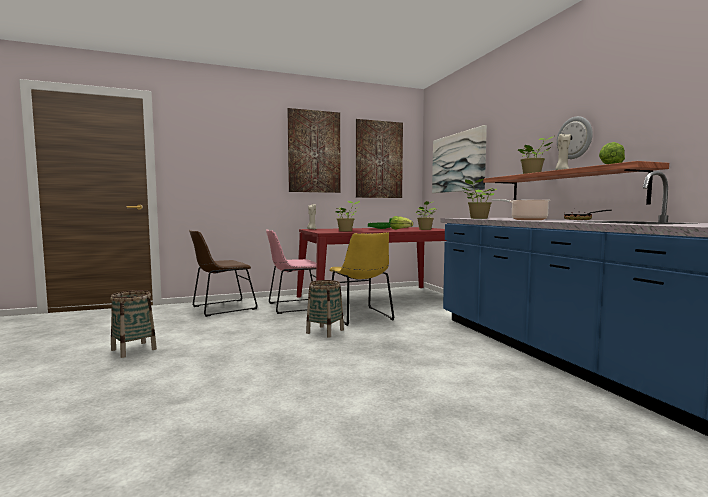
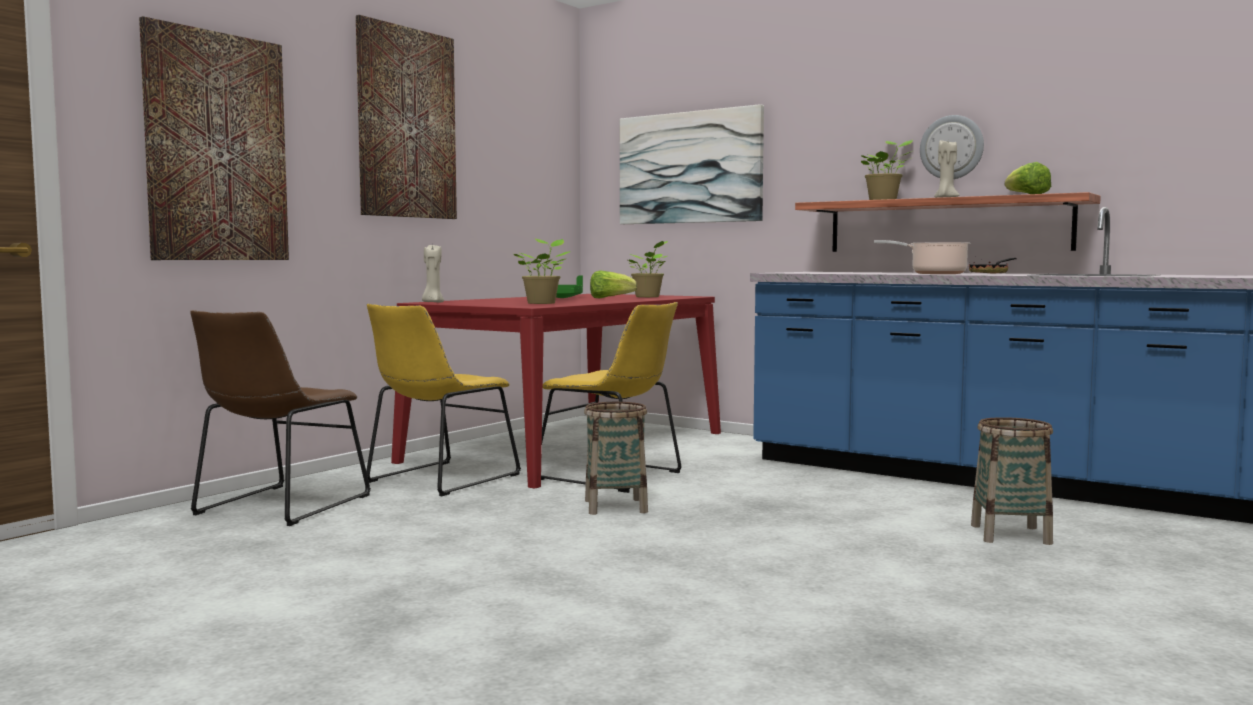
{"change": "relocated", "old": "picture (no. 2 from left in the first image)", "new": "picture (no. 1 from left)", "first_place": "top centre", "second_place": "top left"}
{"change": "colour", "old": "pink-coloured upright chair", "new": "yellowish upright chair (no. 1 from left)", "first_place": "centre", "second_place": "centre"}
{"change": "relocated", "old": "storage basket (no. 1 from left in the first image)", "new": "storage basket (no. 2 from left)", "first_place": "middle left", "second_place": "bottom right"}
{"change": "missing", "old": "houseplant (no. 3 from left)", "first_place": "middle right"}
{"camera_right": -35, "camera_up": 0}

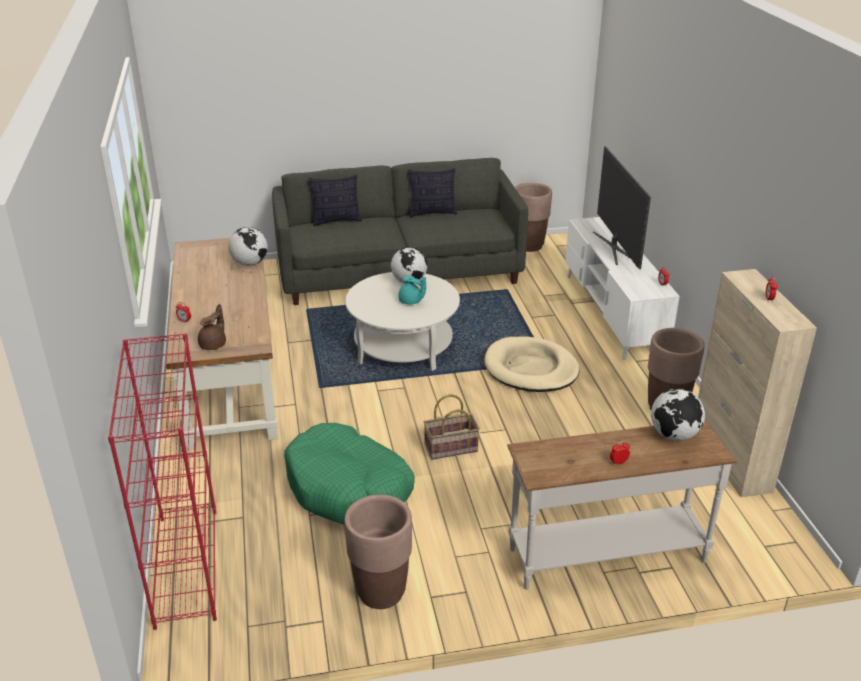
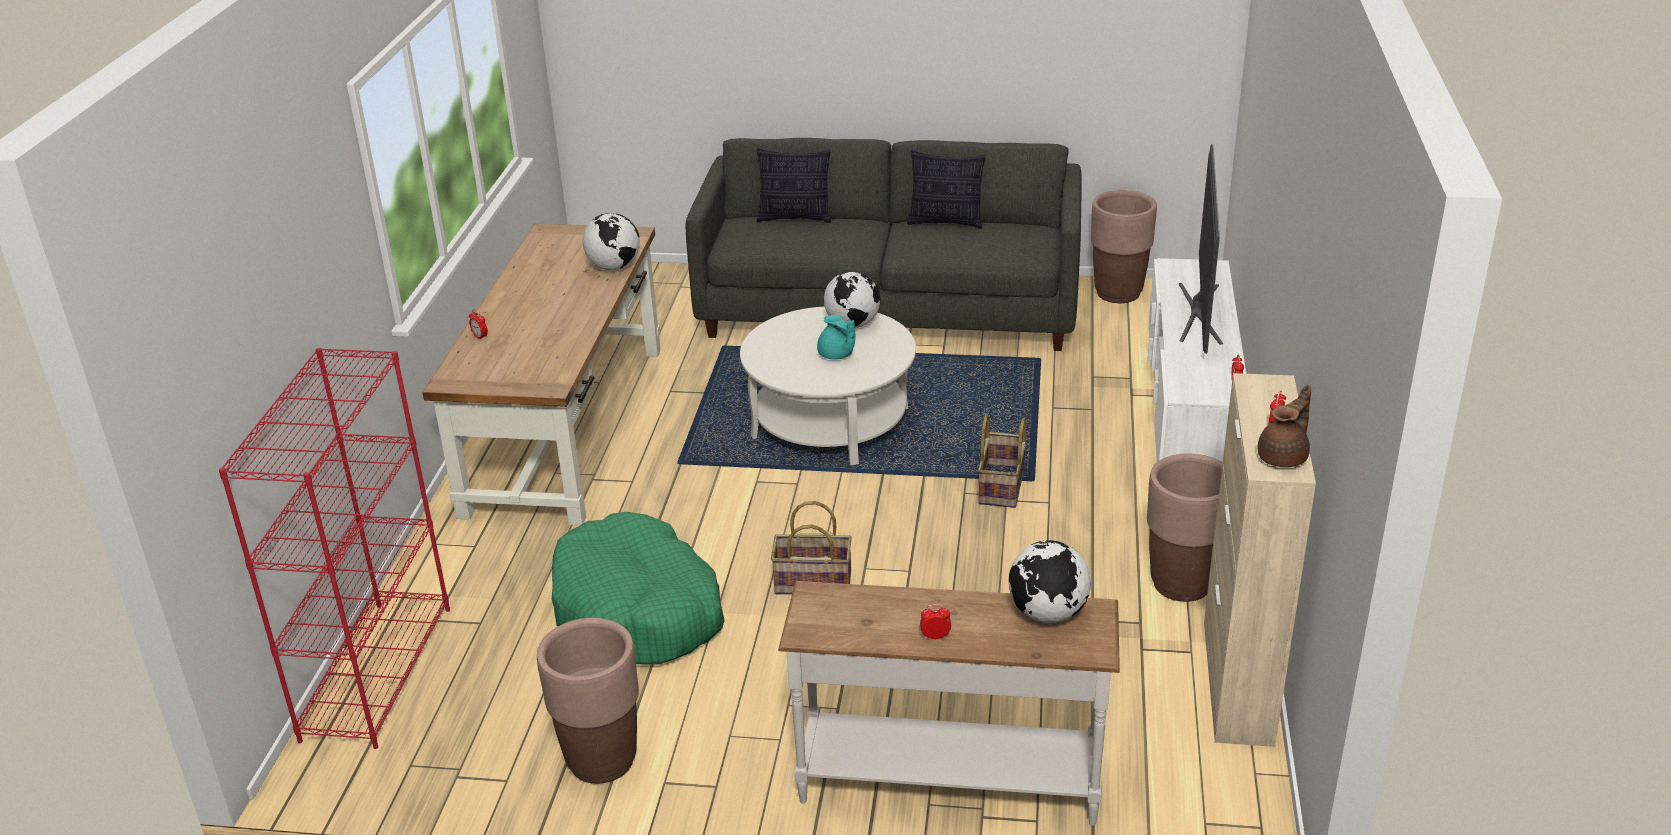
{"change": "exchanged", "old": "beige-coloured dog cushion", "new": "storage basket (no. 2 from left)", "first_place": "centre", "second_place": "centre"}
{"change": "relocated", "old": "brown-coloured pot for tea", "first_place": "middle left", "second_place": "middle right"}
{"camera_right": 20, "camera_up": 0}

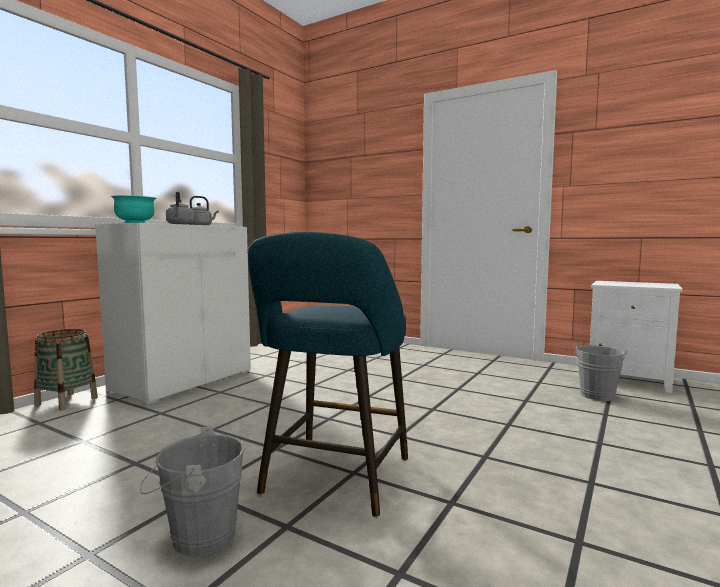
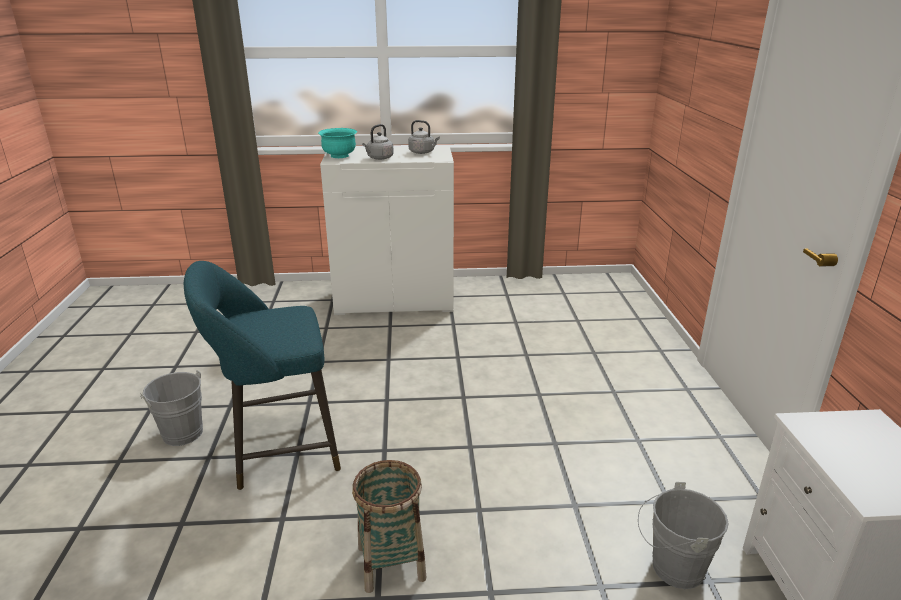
{"change": "relocated", "old": "storage basket", "first_place": "middle left", "second_place": "bottom centre"}
{"camera_right": 55, "camera_up": 20}

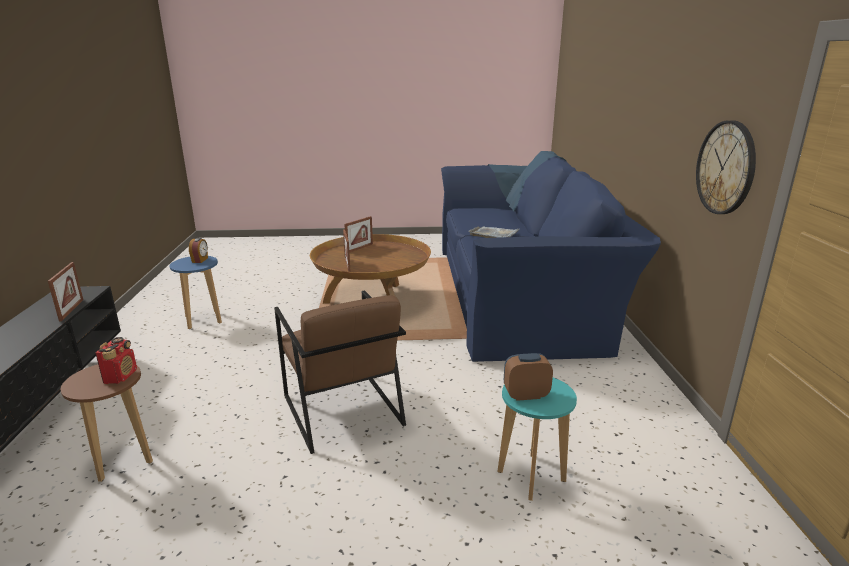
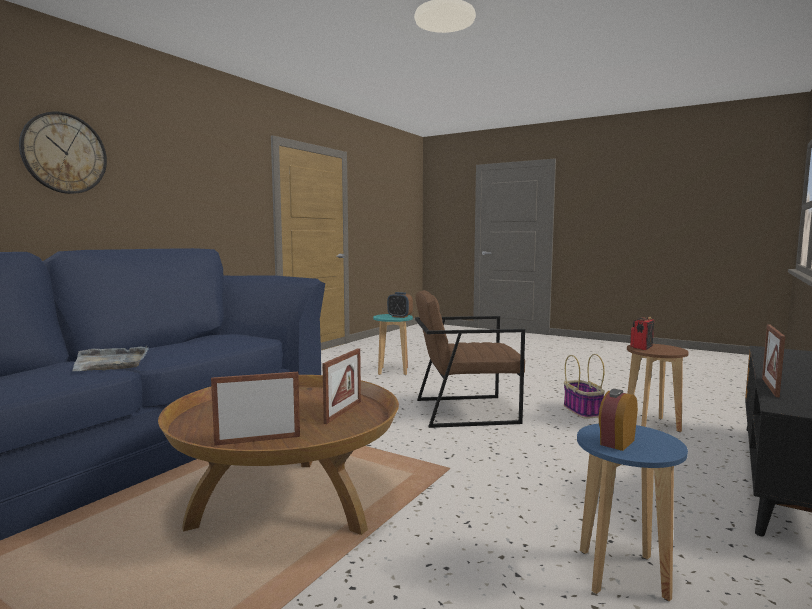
{"change": "relocated", "old": "hanging clock", "first_place": "top right", "second_place": "top left"}
{"change": "spun", "old": "brown-coloured easy chair", "first_place": "centre", "second_place": "centre", "degrees": -105}
{"change": "appeared", "new": "storage basket", "second_place": "middle right"}
{"camera_right": -145, "camera_up": -15}

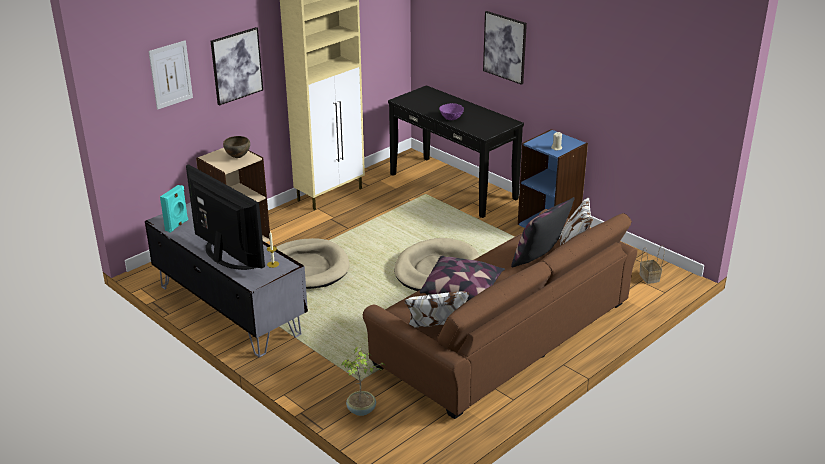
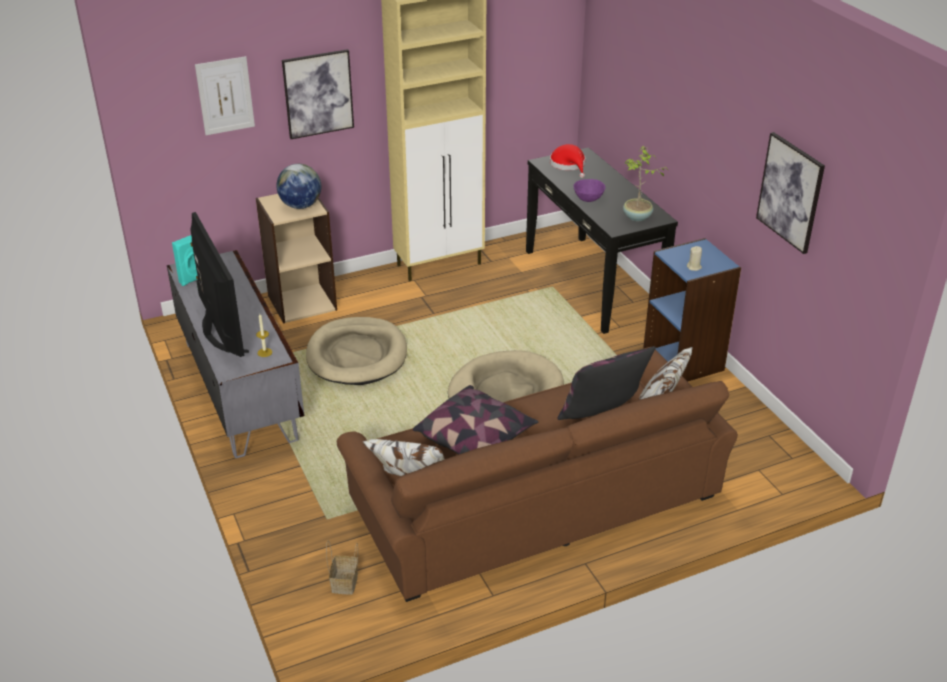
{"change": "exchanged", "old": "brown-coloured bowl", "new": "desk globe", "first_place": "top left", "second_place": "top left"}
{"change": "relocated", "old": "storage basket", "first_place": "middle right", "second_place": "bottom centre"}
{"change": "appeared", "new": "reddish clothing hat", "second_place": "top centre"}
{"change": "relocated", "old": "houseplant", "first_place": "bottom centre", "second_place": "top right"}
{"change": "relocated", "old": "picture (no. 3 from left)", "first_place": "top centre", "second_place": "top right"}
{"camera_right": 20, "camera_up": 5}

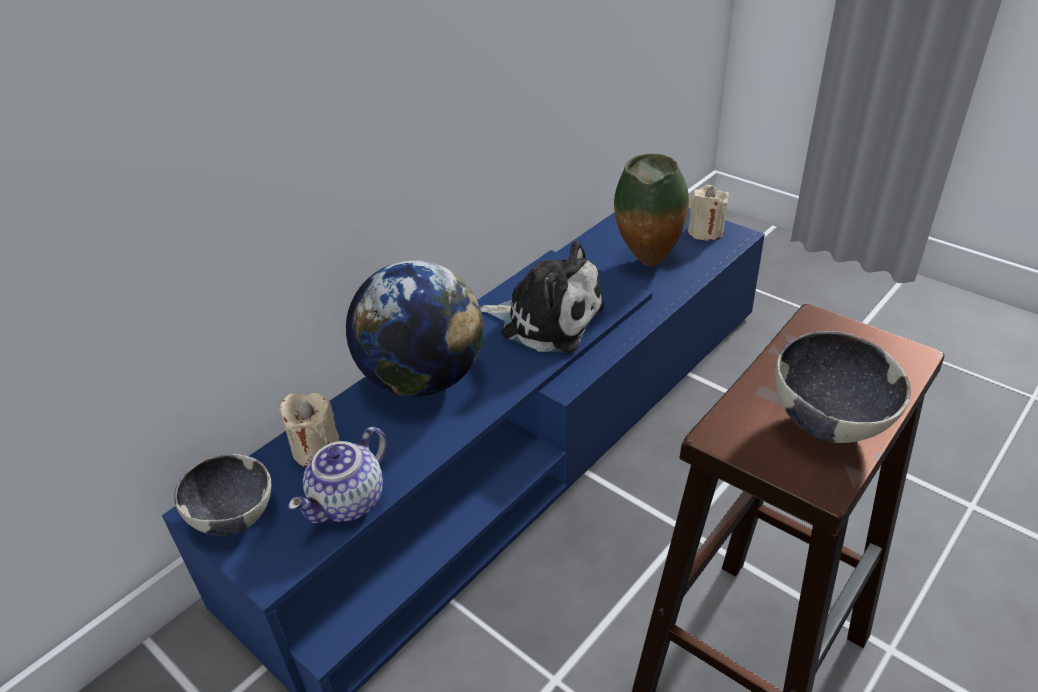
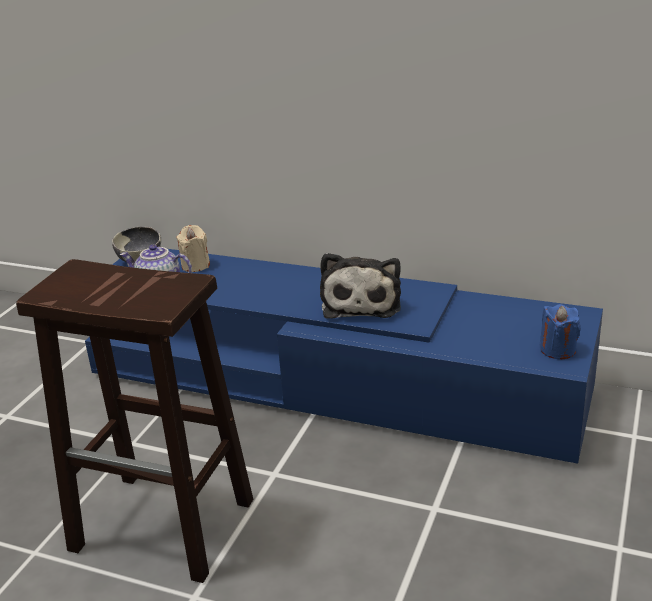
{"change": "colour", "old": "beige-coloured wax candle (no. 2 from left)", "new": "bluish wax candle", "first_place": "top right", "second_place": "middle right"}
{"change": "missing", "old": "desk globe", "first_place": "centre"}
{"change": "missing", "old": "decorative vase", "first_place": "top centre"}
{"change": "missing", "old": "bowl (no. 2 from left)", "first_place": "middle right"}
{"camera_right": 70, "camera_up": -10}

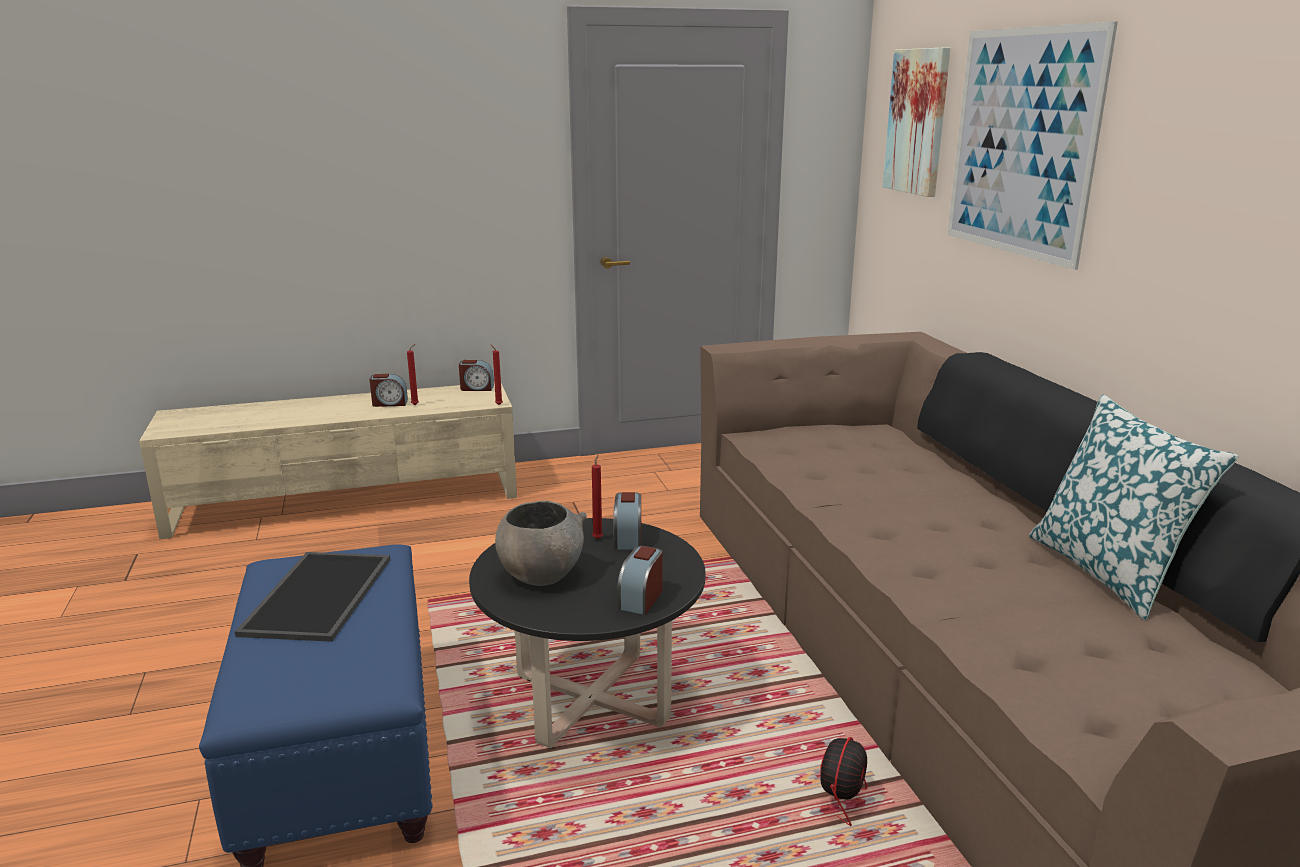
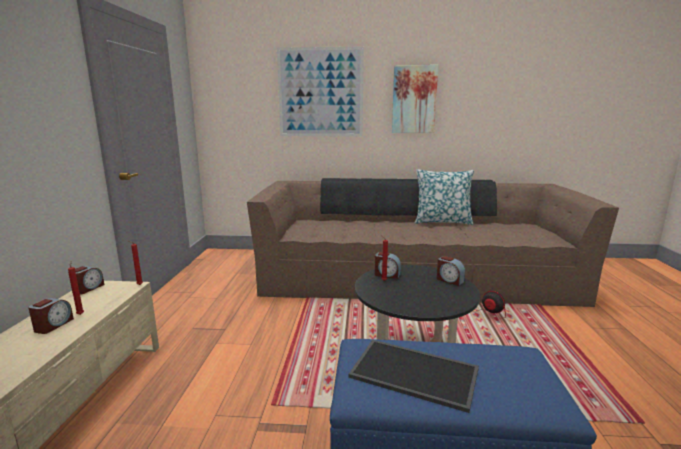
{"change": "relocated", "old": "picture (no. 1 from left in the first image)", "new": "picture (no. 2 from left)", "first_place": "top right", "second_place": "top centre"}
{"change": "missing", "old": "grey bowl", "first_place": "centre"}
{"camera_right": -70, "camera_up": -5}

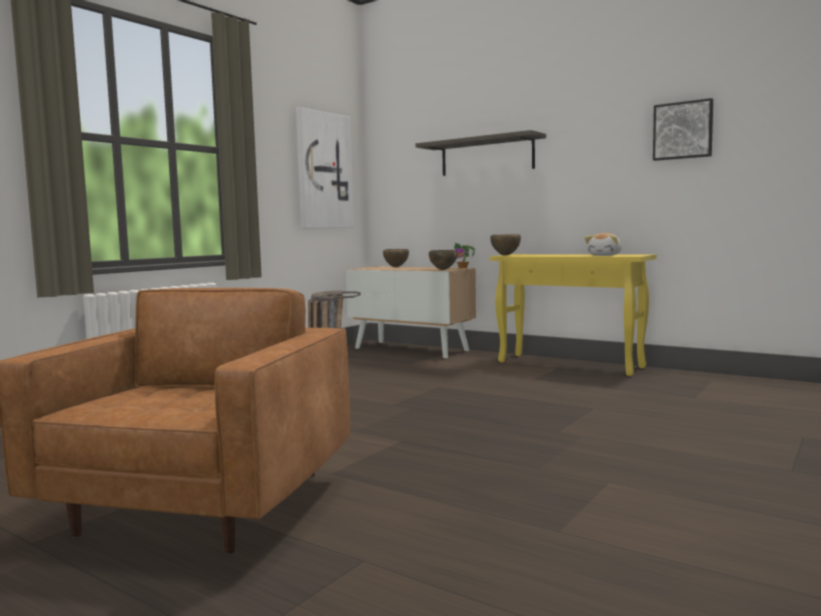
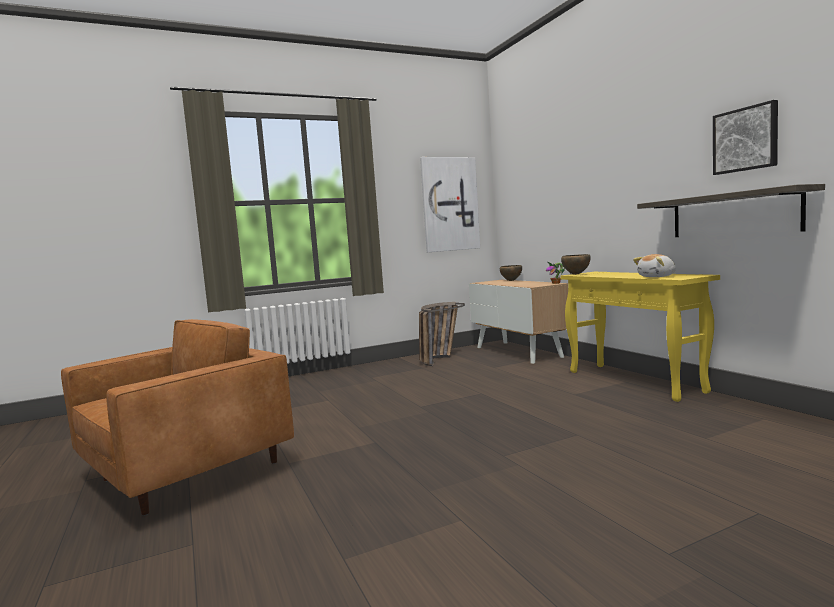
{"change": "relocated", "old": "bracket shelf", "first_place": "top centre", "second_place": "middle right"}
{"change": "missing", "old": "brown-coloured bowl (no. 2 from left)", "first_place": "centre"}
{"camera_right": 30, "camera_up": 0}

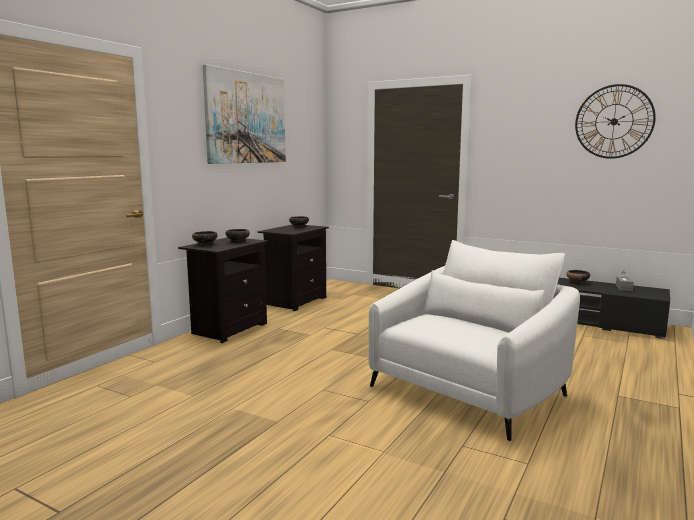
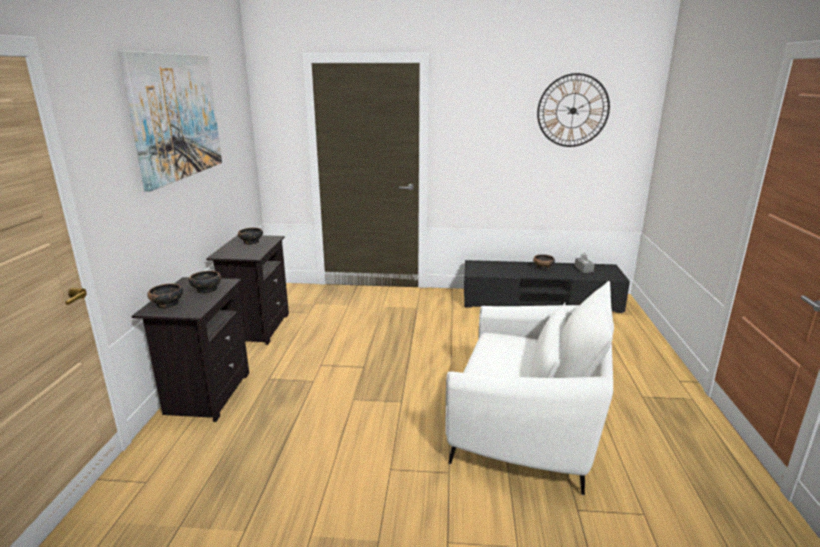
{"change": "spun", "old": "whitish easy chair", "first_place": "middle right", "second_place": "bottom centre", "degrees": 90}
{"camera_right": -25, "camera_up": 10}

